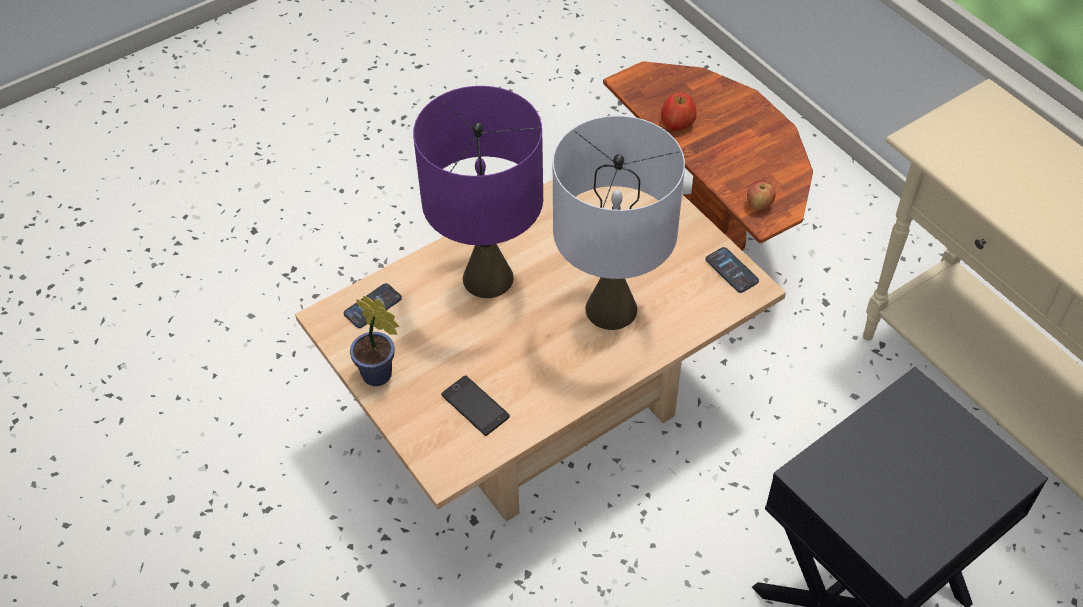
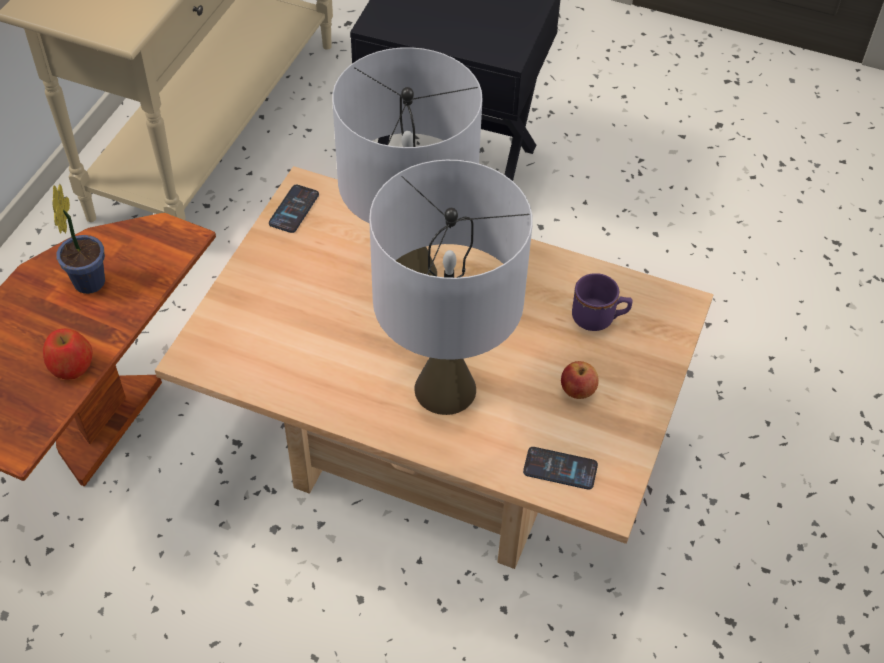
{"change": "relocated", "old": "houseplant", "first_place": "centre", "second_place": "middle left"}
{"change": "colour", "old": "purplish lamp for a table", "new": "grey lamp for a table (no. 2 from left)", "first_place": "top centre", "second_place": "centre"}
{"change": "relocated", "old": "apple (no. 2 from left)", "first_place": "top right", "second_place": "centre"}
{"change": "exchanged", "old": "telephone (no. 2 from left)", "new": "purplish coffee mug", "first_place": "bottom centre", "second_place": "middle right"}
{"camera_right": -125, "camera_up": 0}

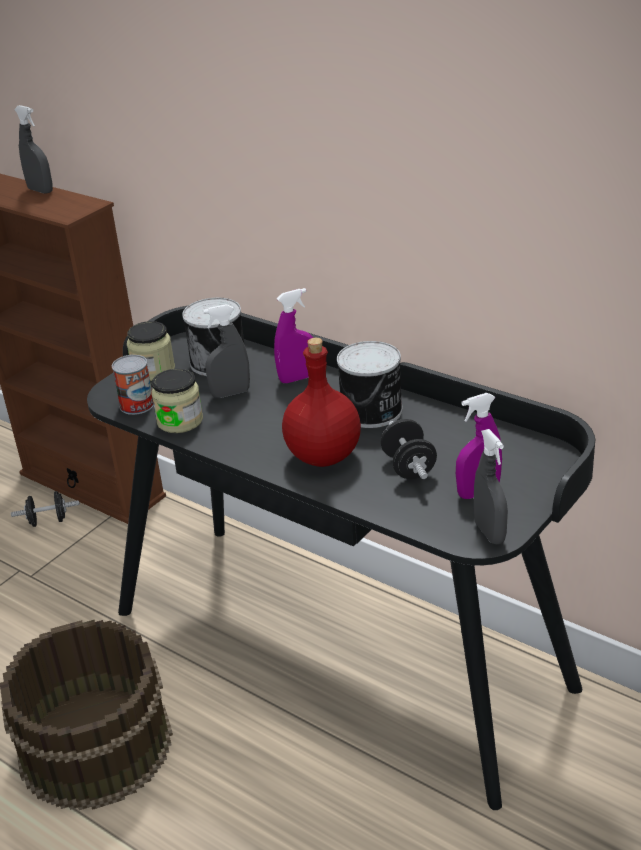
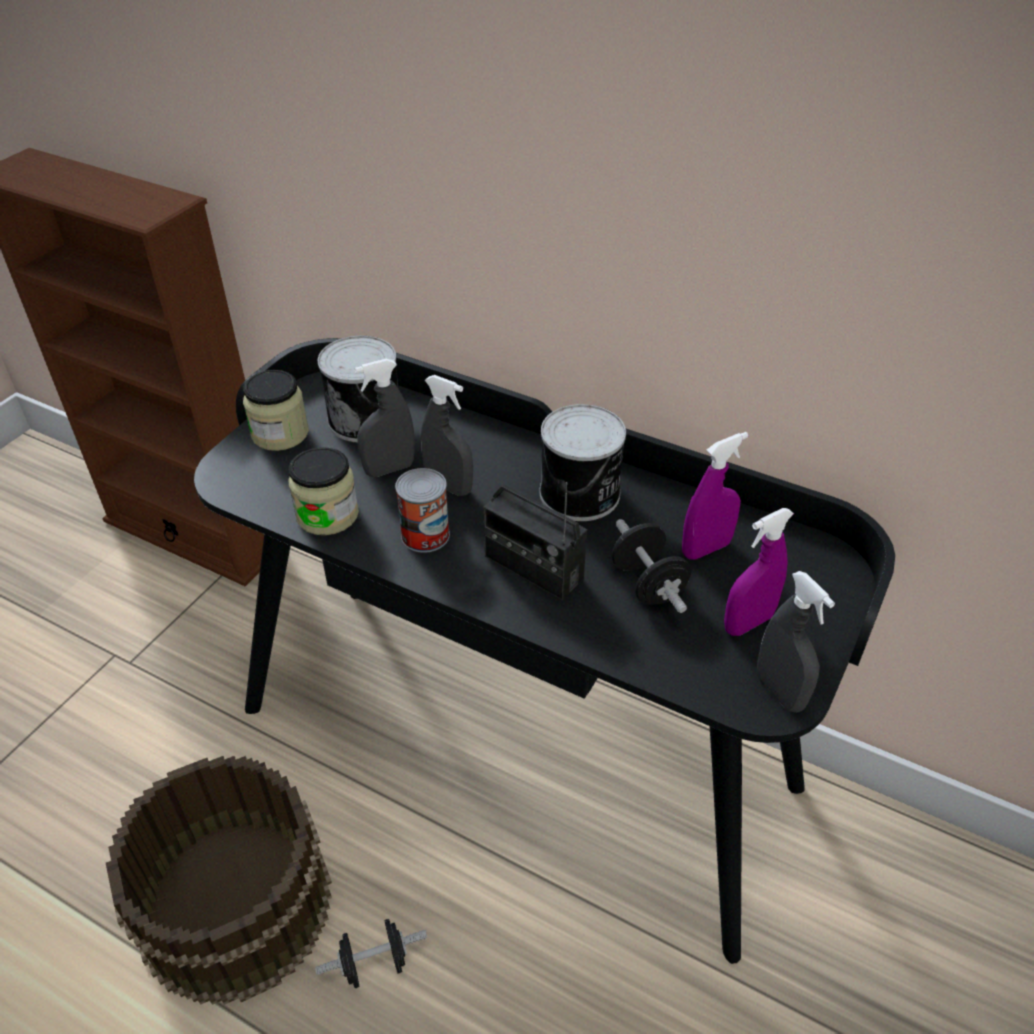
{"change": "relocated", "old": "black-coloured free weight (no. 1 from left)", "first_place": "middle left", "second_place": "bottom centre"}
{"change": "relocated", "old": "metal can (no. 1 from left in the first image)", "new": "metal can (no. 2 from left)", "first_place": "middle left", "second_place": "centre"}
{"change": "relocated", "old": "grey hand sprayer (no. 1 from left in the first image)", "new": "grey hand sprayer (no. 2 from left)", "first_place": "top left", "second_place": "centre"}
{"change": "exchanged", "old": "reddish beverage bottle", "new": "radio receiver", "first_place": "centre", "second_place": "centre"}
{"change": "relocated", "old": "purplish hand sprayer (no. 1 from left)", "first_place": "centre", "second_place": "middle right"}
{"camera_right": -10, "camera_up": 10}

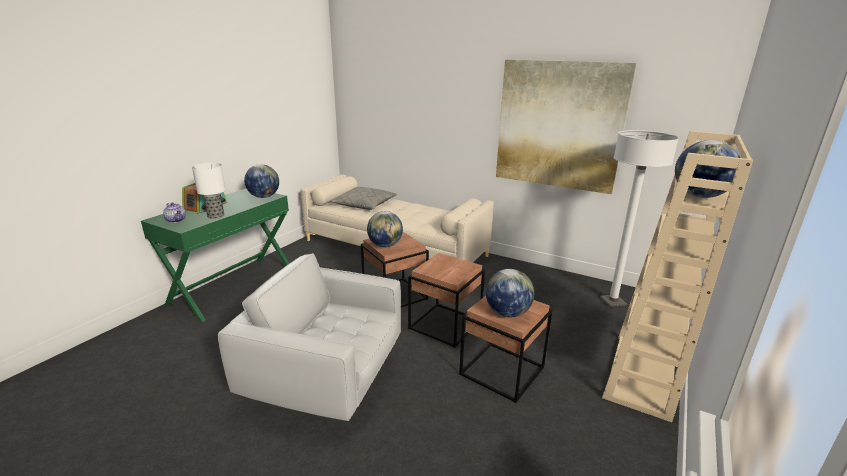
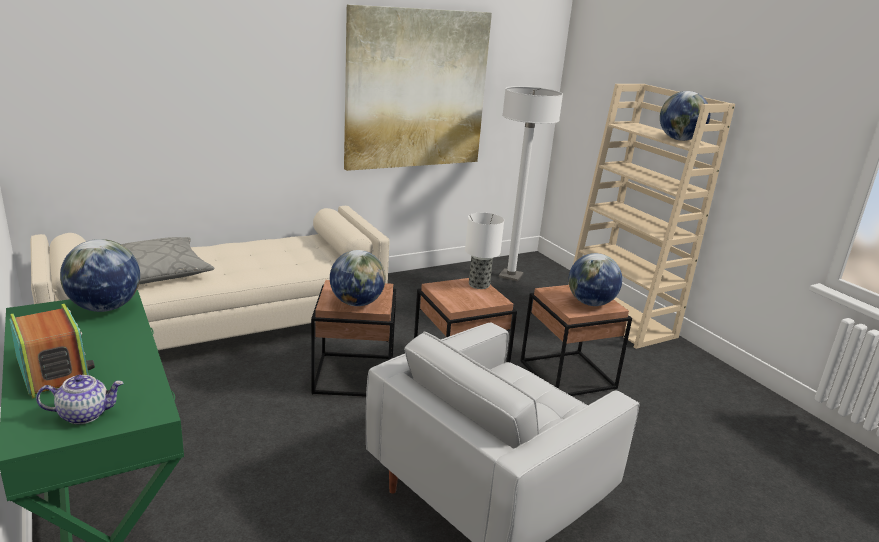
{"change": "relocated", "old": "lamp for a table", "first_place": "middle left", "second_place": "centre"}
{"camera_right": -60, "camera_up": 0}

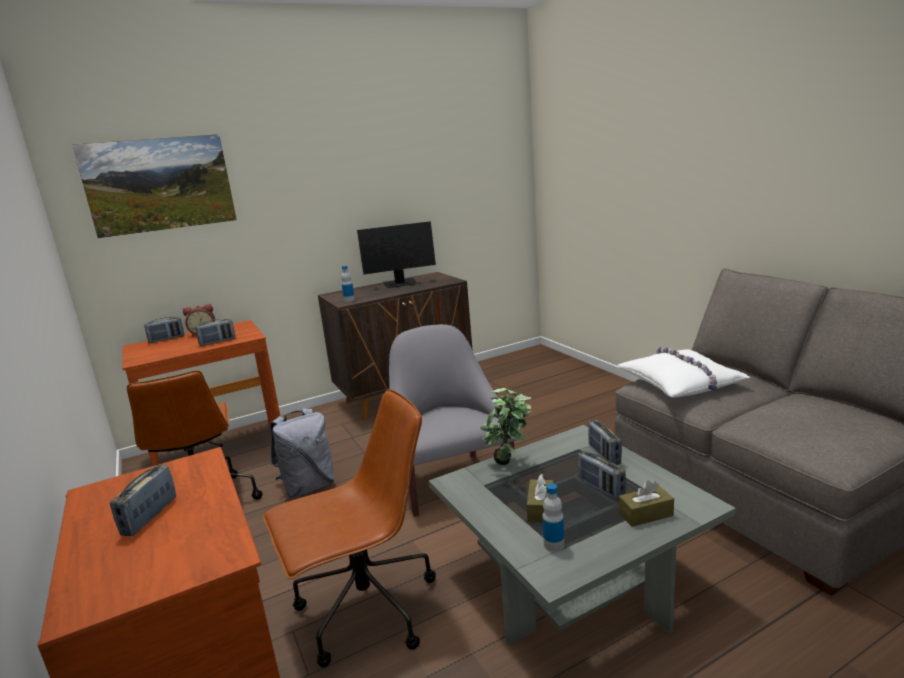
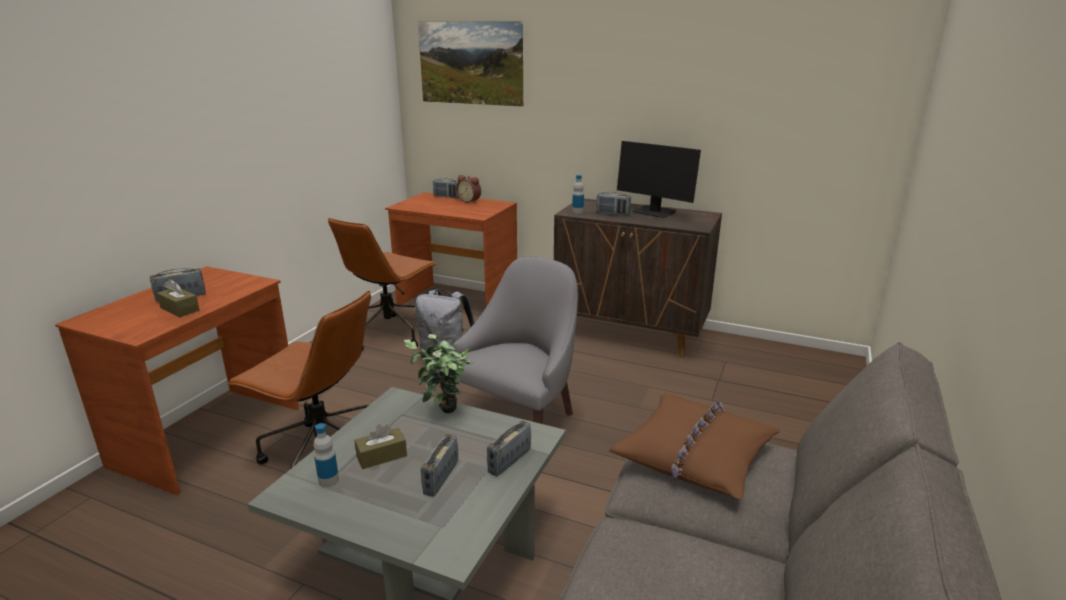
{"change": "relocated", "old": "brown-coloured box of tissues (no. 2 from left in the first image)", "new": "brown-coloured box of tissues (no. 1 from left)", "first_place": "bottom right", "second_place": "middle left"}
{"change": "relocated", "old": "radio receiver (no. 3 from left in the first image)", "new": "radio receiver (no. 5 from left)", "first_place": "middle left", "second_place": "centre"}
{"change": "colour", "old": "whitish cushion", "new": "brown-coloured cushion", "first_place": "middle right", "second_place": "bottom centre"}
{"camera_right": 50, "camera_up": 5}

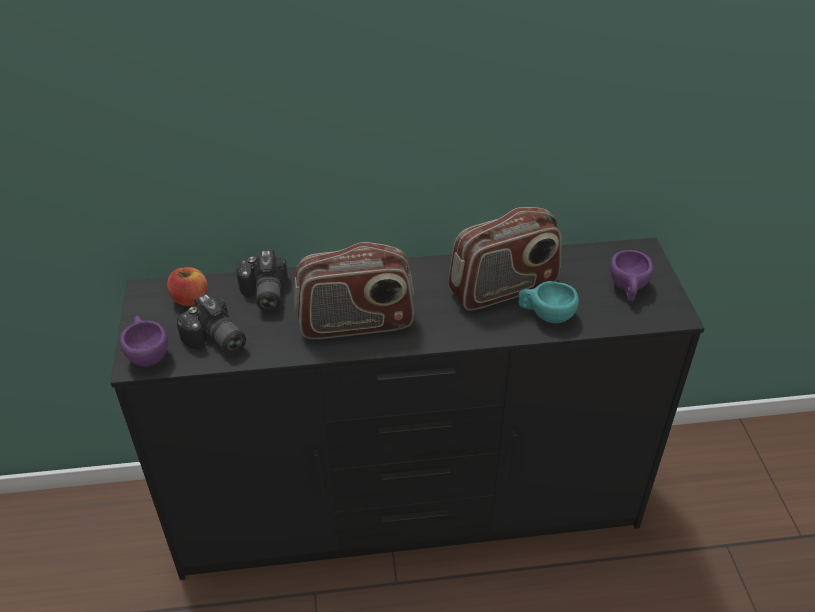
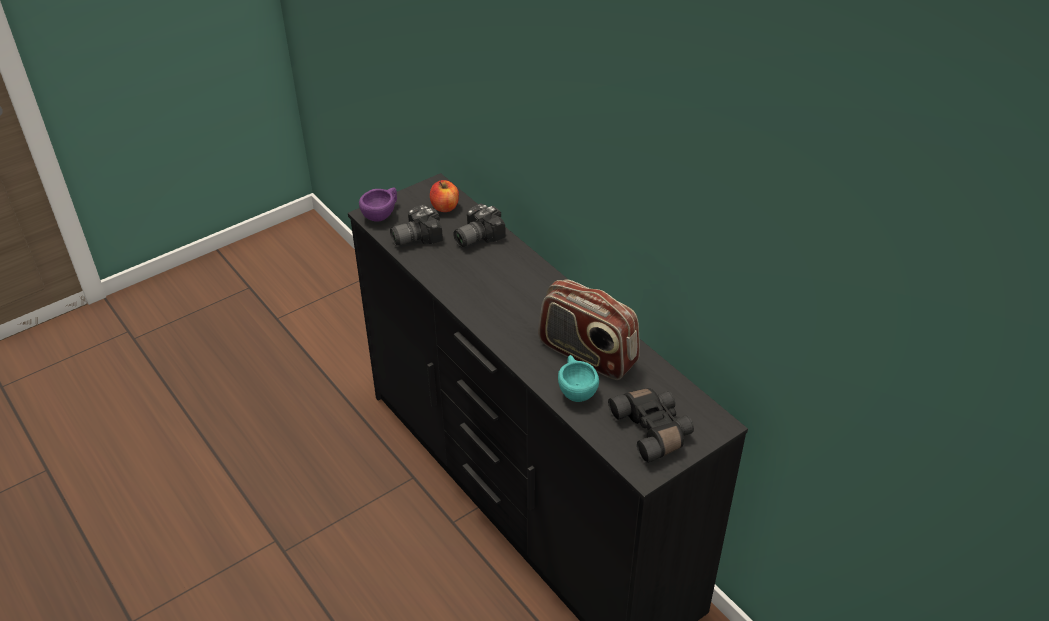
{"change": "spun", "old": "still camera (no. 1 from left)", "first_place": "middle left", "second_place": "centre", "degrees": 45}
{"change": "exchanged", "old": "purplish small cup (no. 2 from left)", "new": "black-coloured binoculars", "first_place": "middle right", "second_place": "bottom centre"}
{"change": "missing", "old": "radio receiver (no. 1 from left)", "first_place": "centre"}
{"camera_right": 60, "camera_up": 0}

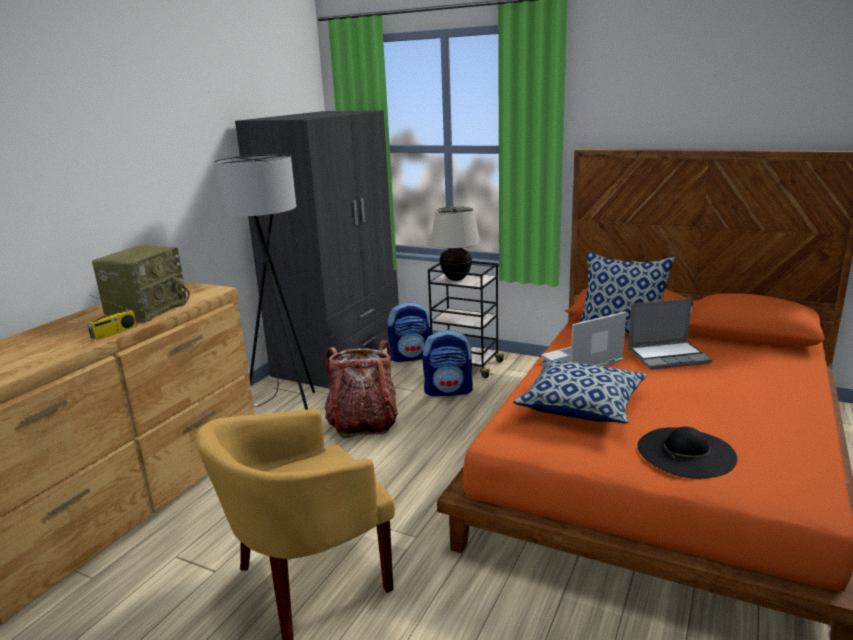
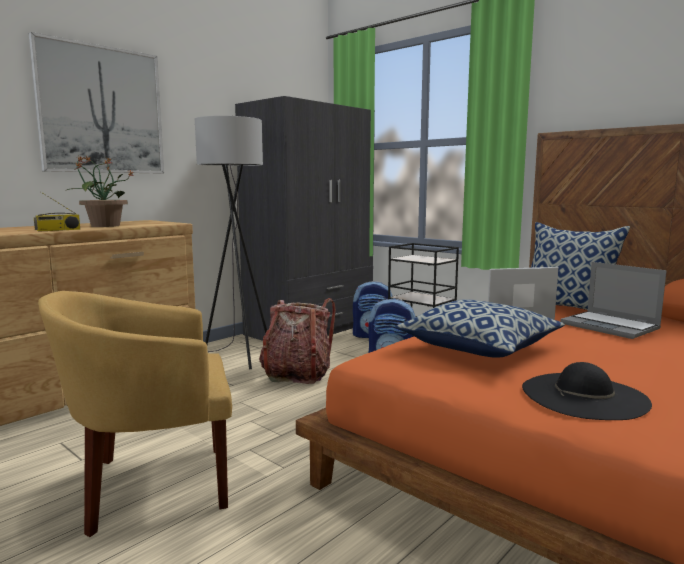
{"change": "appeared", "new": "picture", "second_place": "top left"}
{"change": "exchanged", "old": "radio receiver (no. 2 from left)", "new": "houseplant", "first_place": "middle left", "second_place": "middle left"}
{"change": "spun", "old": "notebook computer (no. 2 from left)", "first_place": "middle right", "second_place": "middle right", "degrees": 45}
{"change": "missing", "old": "beige-coloured lamp for a table", "first_place": "centre"}
{"camera_right": 15, "camera_up": -10}

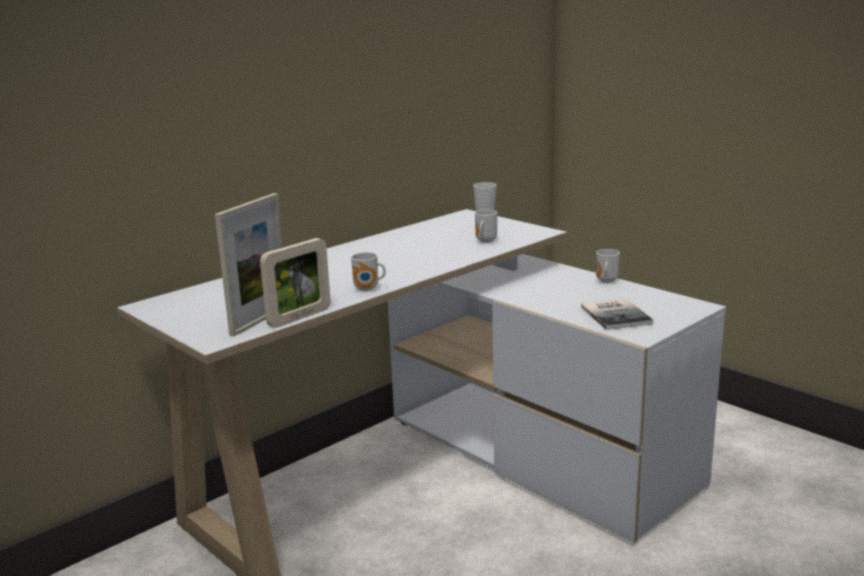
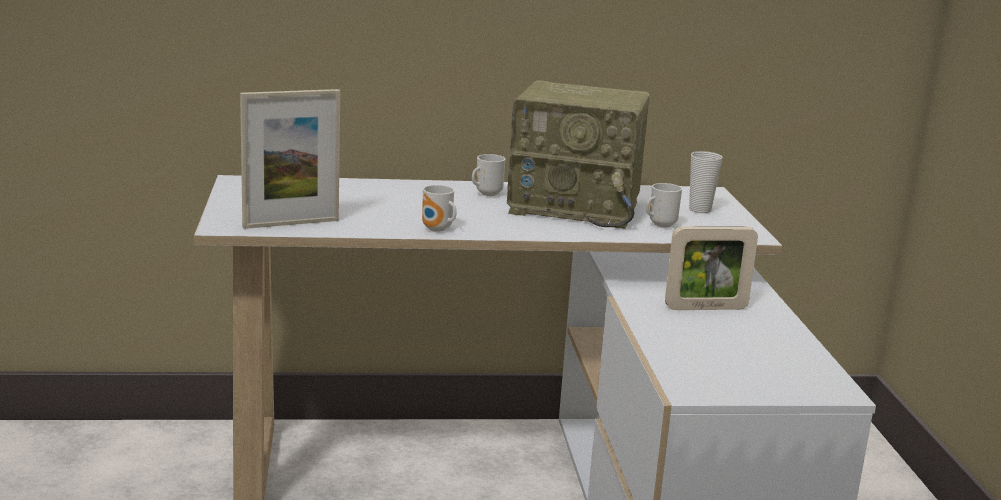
{"change": "relocated", "old": "coffee mug (no. 3 from left in the first image)", "new": "coffee mug (no. 2 from left)", "first_place": "middle right", "second_place": "centre"}
{"change": "appeared", "new": "radio receiver", "second_place": "top centre"}
{"change": "relocated", "old": "standing frame (no. 2 from left)", "first_place": "centre", "second_place": "middle right"}
{"change": "missing", "old": "bound book", "first_place": "middle right"}
{"camera_right": 35, "camera_up": 0}

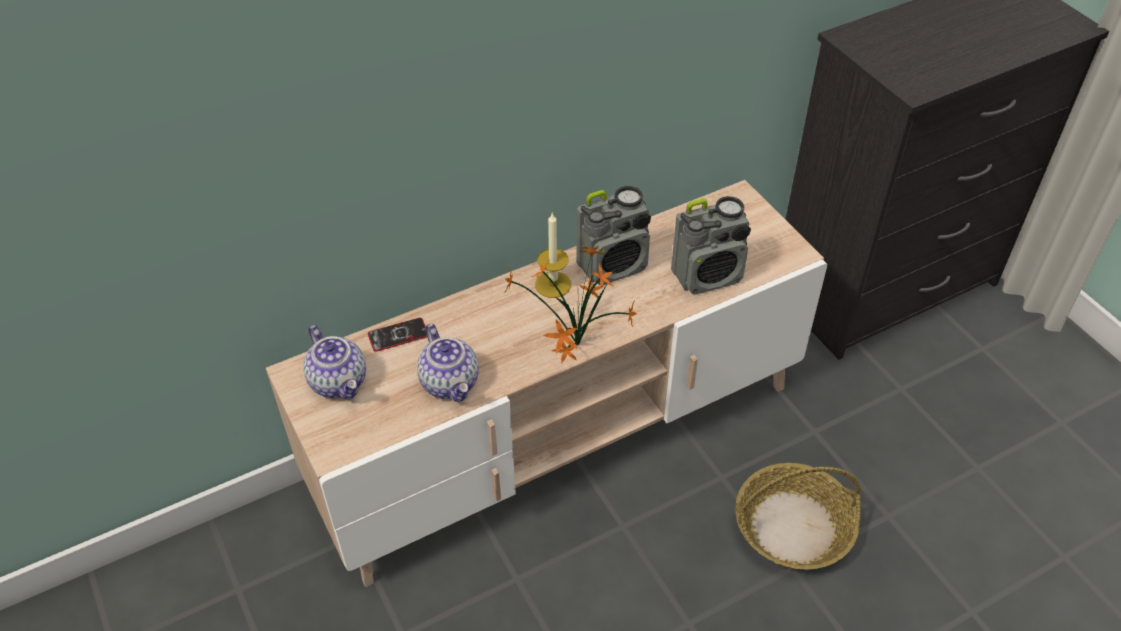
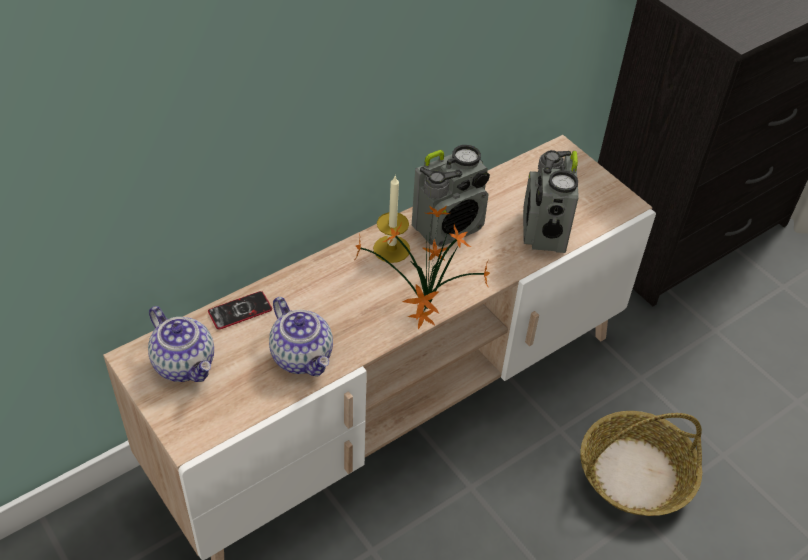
{"change": "spun", "old": "radio receiver (no. 2 from left)", "first_place": "centre", "second_place": "middle right", "degrees": 120}
{"camera_right": -10, "camera_up": 0}

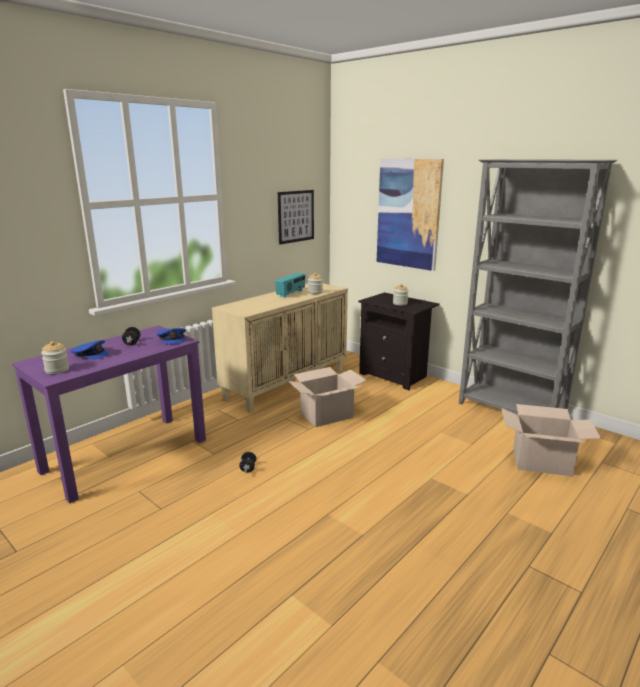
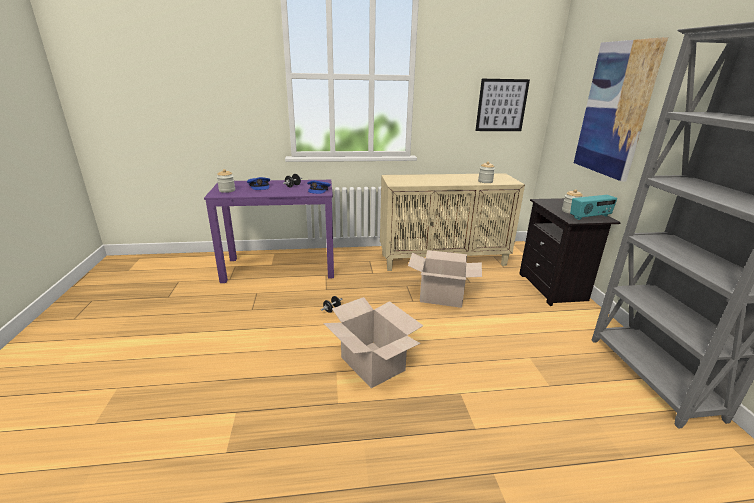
{"change": "relocated", "old": "carton (no. 2 from left in the first image)", "new": "carton (no. 1 from left)", "first_place": "middle right", "second_place": "bottom centre"}
{"change": "relocated", "old": "radio receiver", "first_place": "centre", "second_place": "middle right"}
{"camera_right": 40, "camera_up": 5}

